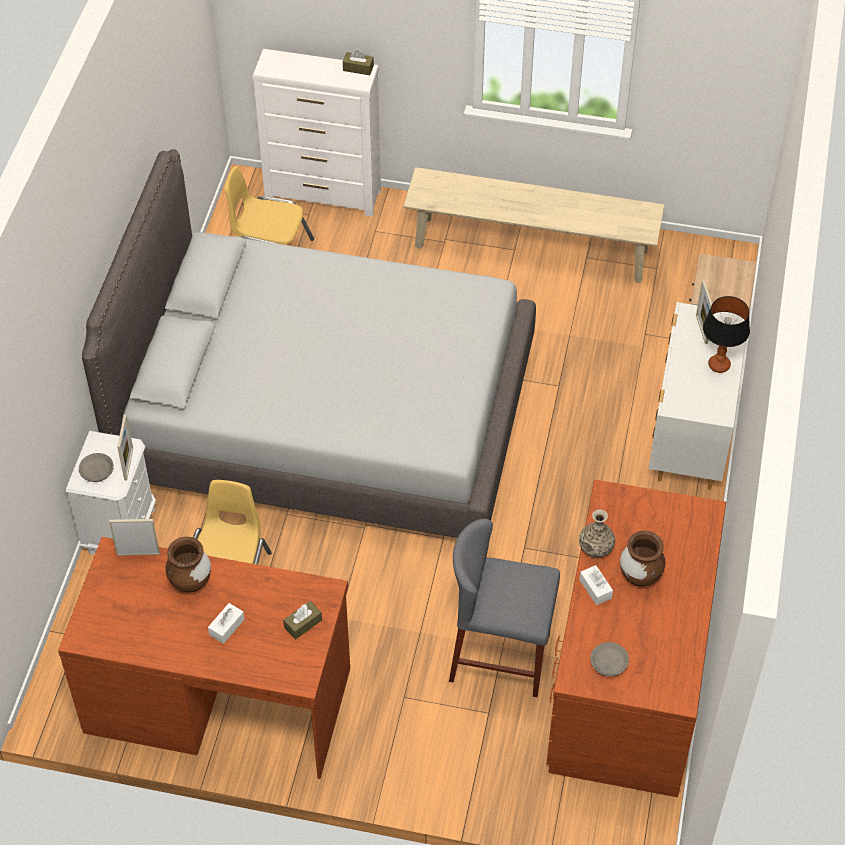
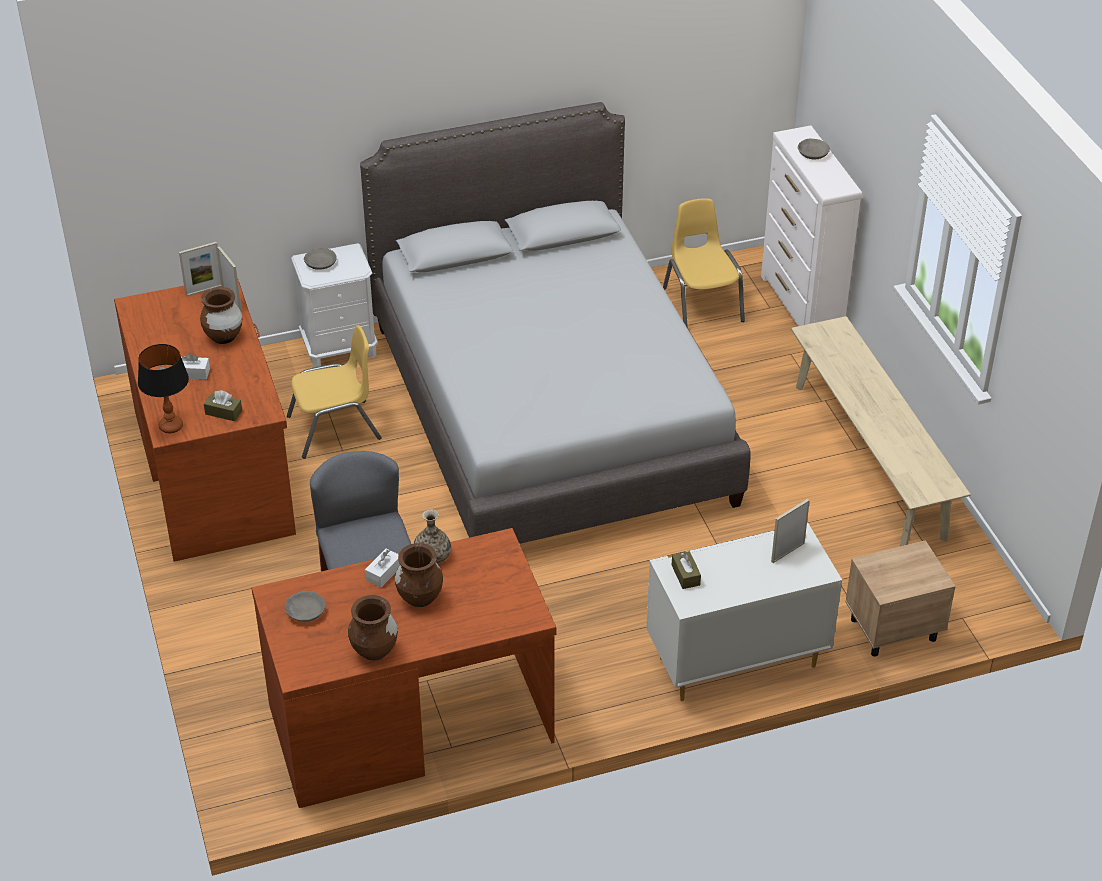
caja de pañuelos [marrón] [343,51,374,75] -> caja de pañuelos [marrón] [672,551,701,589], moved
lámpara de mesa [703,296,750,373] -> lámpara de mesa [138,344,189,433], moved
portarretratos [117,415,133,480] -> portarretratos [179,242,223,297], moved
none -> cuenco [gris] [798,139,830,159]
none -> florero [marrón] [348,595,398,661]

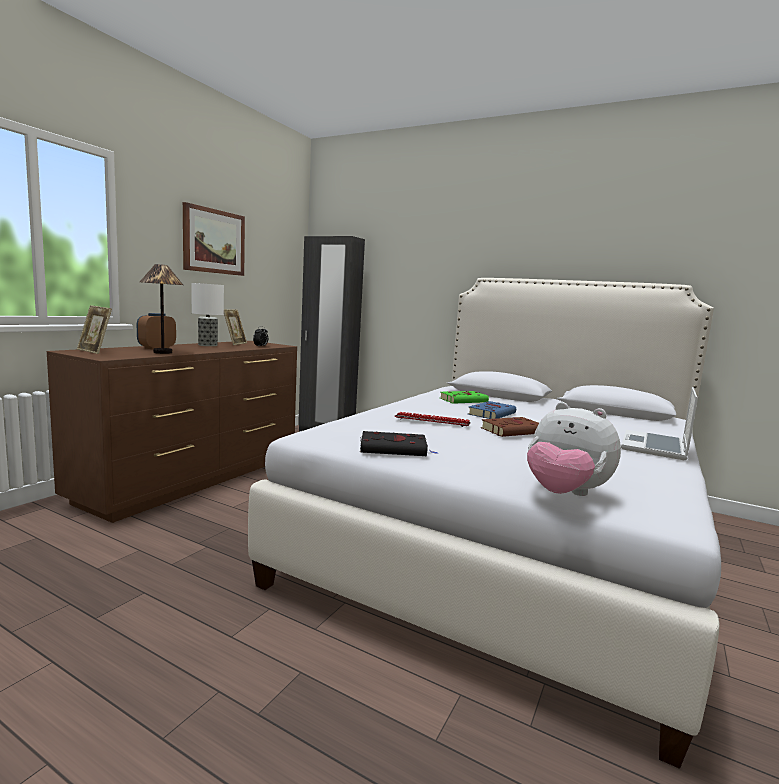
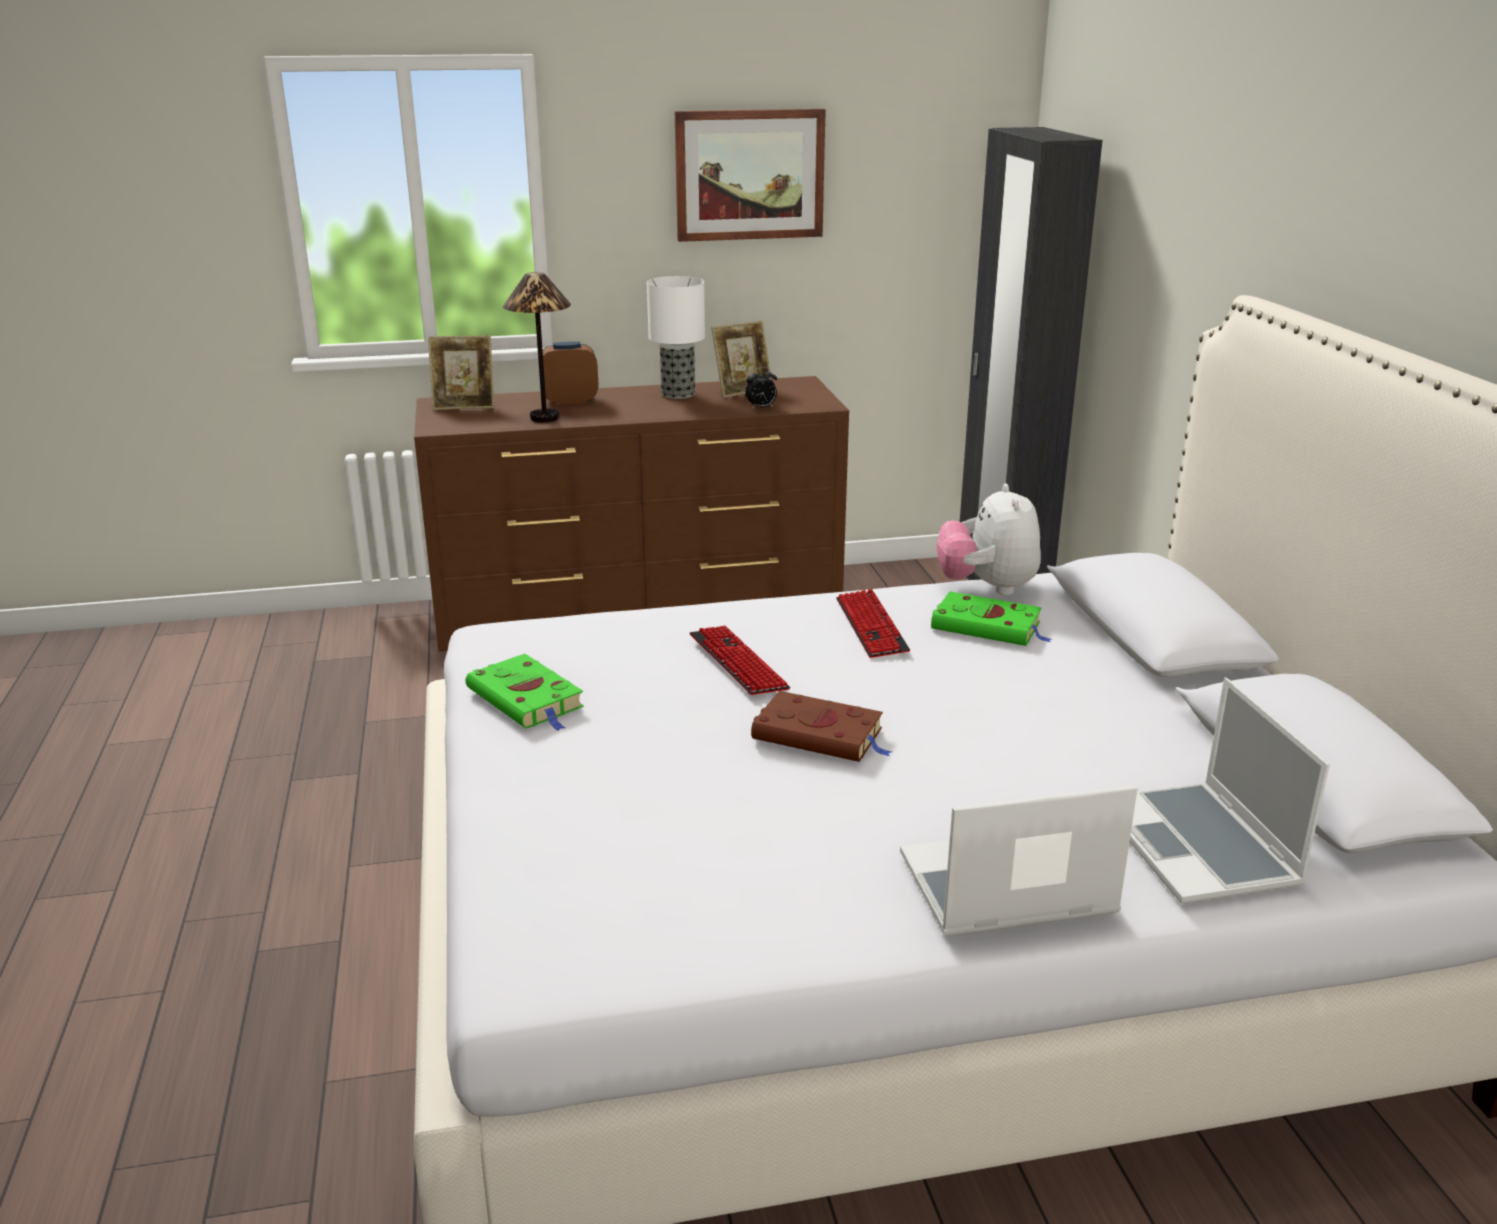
portarretratos [77,305,112,354] -> portarretratos [428,336,494,410], 90 degrees counterclockwise
libro [azul] [468,401,516,419] -> none
peluche [527,402,621,496] -> peluche [936,484,1041,595], moved
libro [negro] [360,431,439,456] -> libro [verde] [466,654,584,731]
none -> teclado [836,589,910,658]
none -> portátil [1130,677,1330,903]

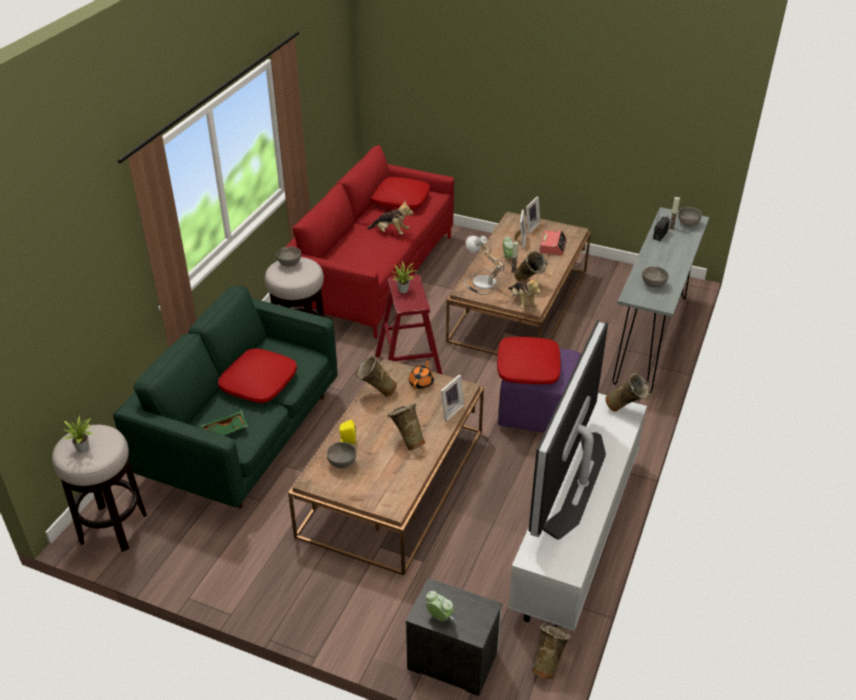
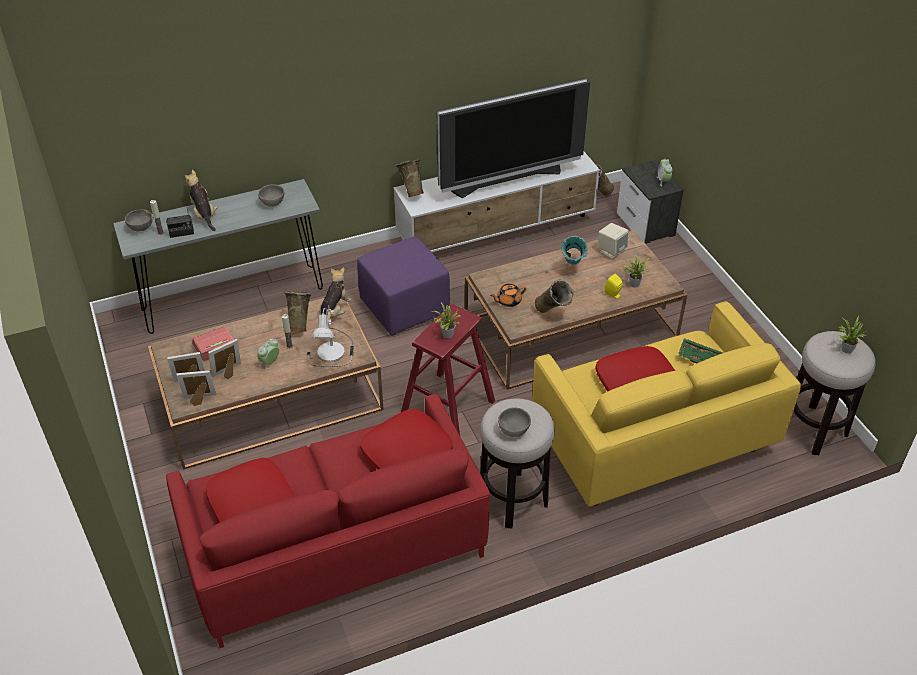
peluche [367,201,413,235] -> peluche [185,170,218,231], moved
sofá [verde] [113,286,338,508] -> sofá [amarillo] [532,301,801,507]
cojín [rojo] [497,337,561,384] -> cojín [rojo] [360,409,453,469], moved
portarretratos [441,375,465,421] -> portarretratos [176,370,216,406], moved
florero [beis] [387,403,425,450] -> florero [turquesa] [561,235,588,264]
cuenco [gris] [326,442,357,468] -> planta en maceta [622,253,650,288]
none -> altavoz [beis] [598,223,629,259]

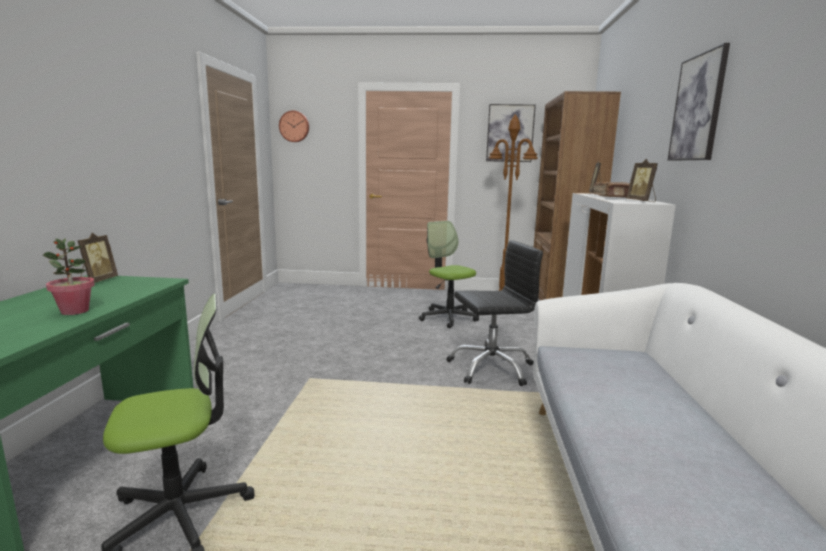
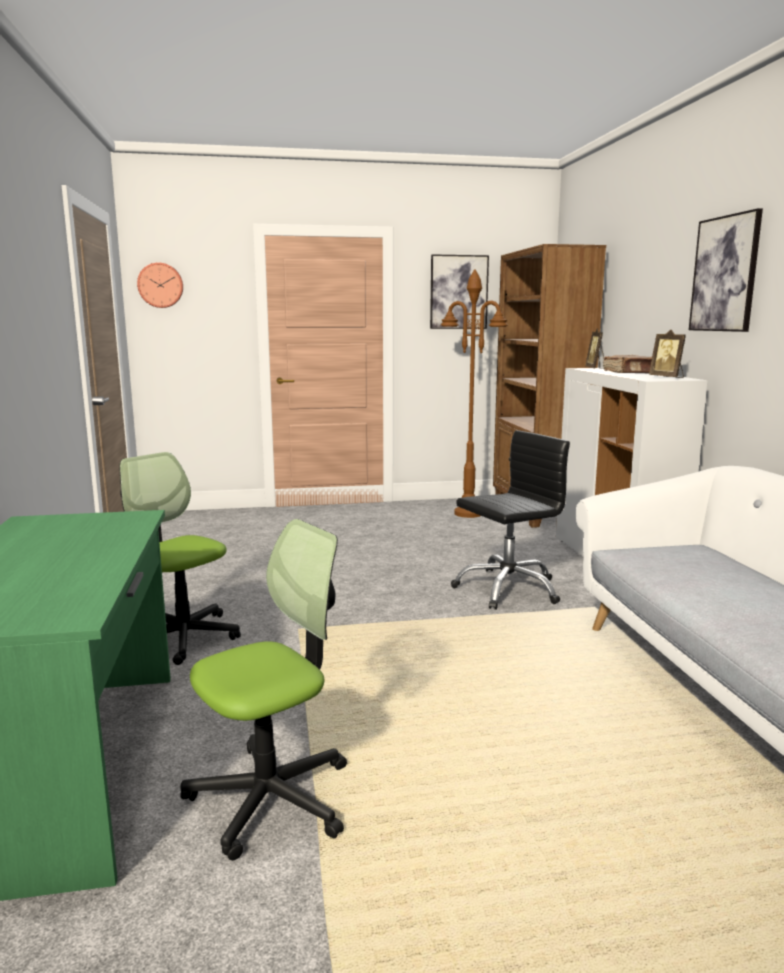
silla de oficina [419,221,479,328] -> silla de oficina [119,452,241,665], moved
portarretratos [77,233,118,283] -> none
planta en maceta [43,238,95,315] -> none

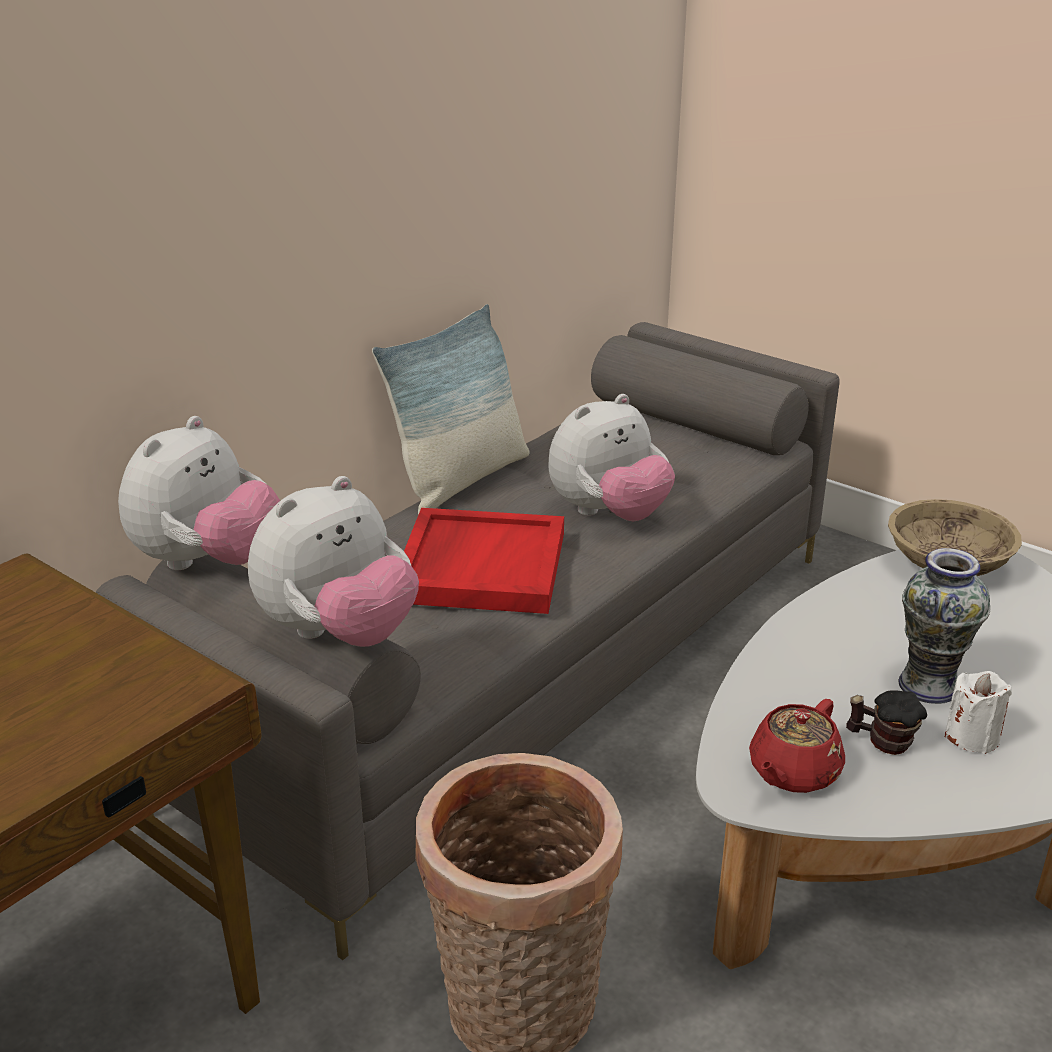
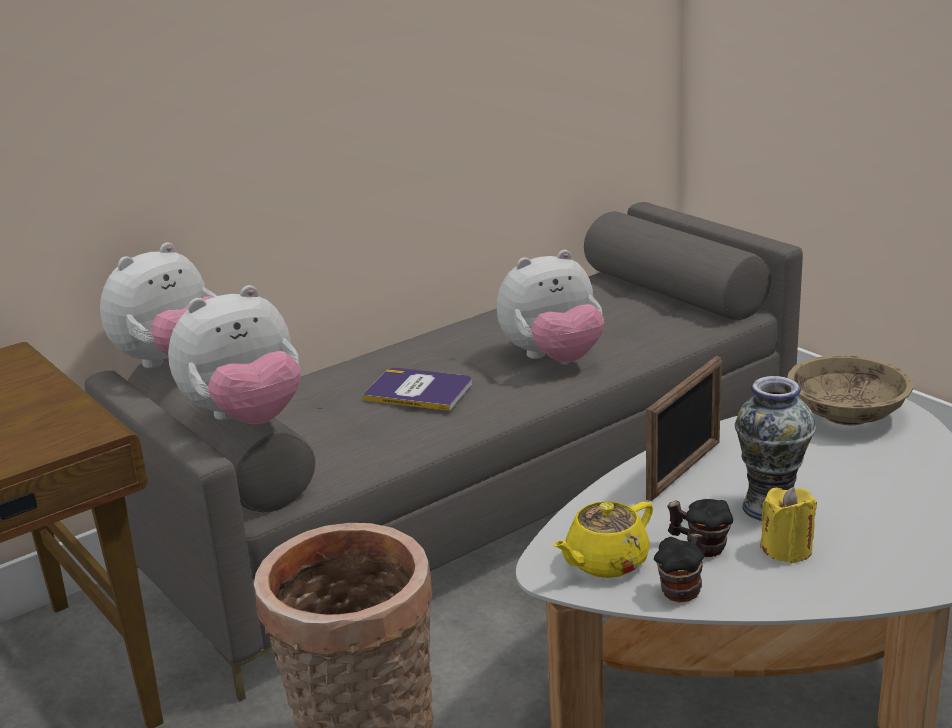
cojín [372,304,530,515] -> none
bandeja [rojo] [404,508,564,614] -> libro [362,368,472,411]
vela [blanco] [944,671,1012,754] -> vela [amarillo] [760,487,817,563]
tetera [rojo] [749,699,845,793] -> tetera [amarillo] [553,501,653,578]
none -> portarretratos [646,356,722,501]
none -> taza grande [654,533,704,602]

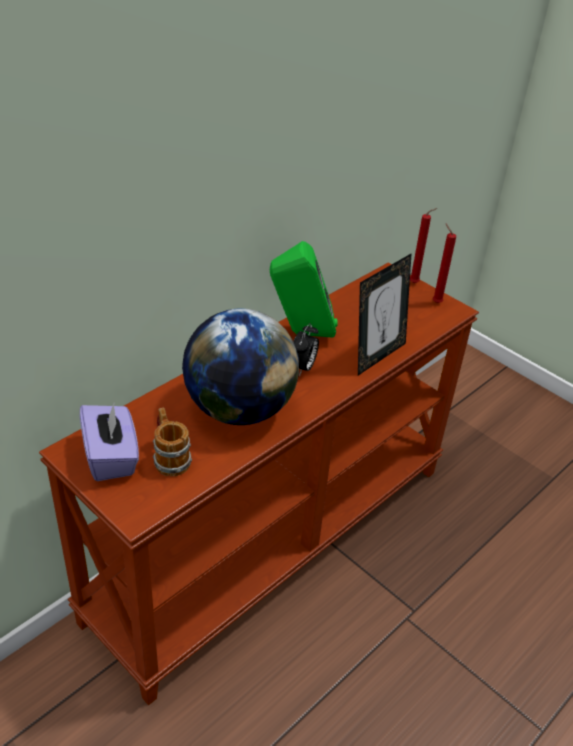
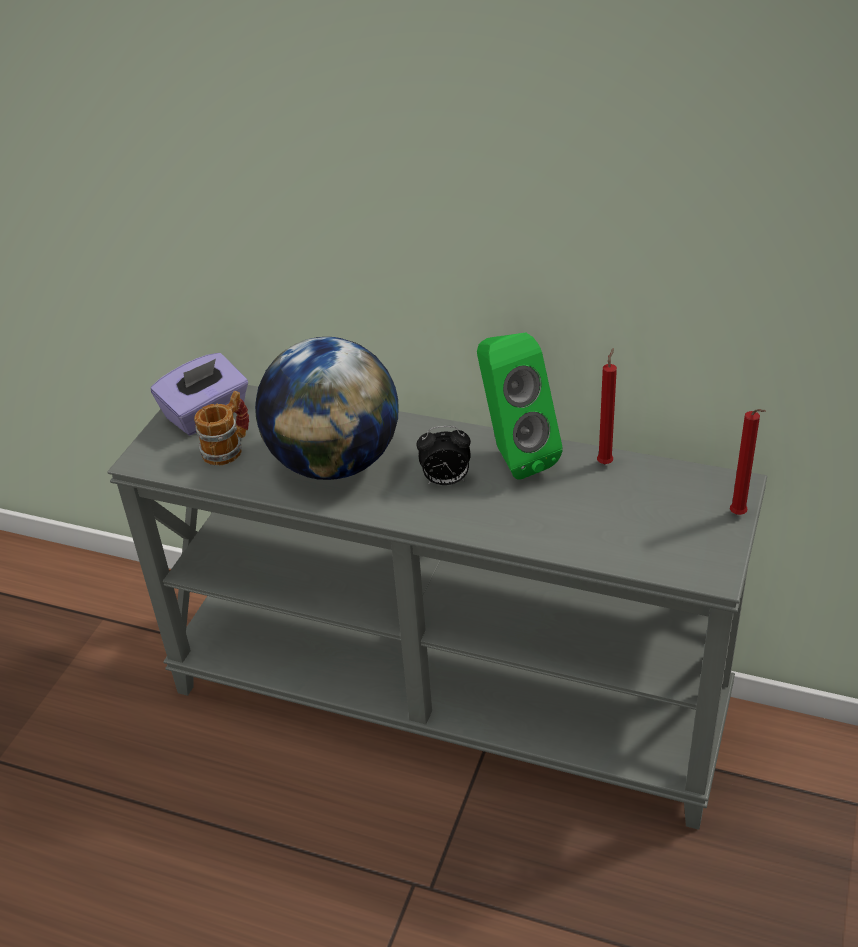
vela [rojo] [433,223,456,303] -> vela [rojo] [597,348,617,464], moved
portarretratos [358,253,412,375] -> none
mesa consola [marrón] [39,262,479,705] -> mesa consola [gris] [107,385,767,830]

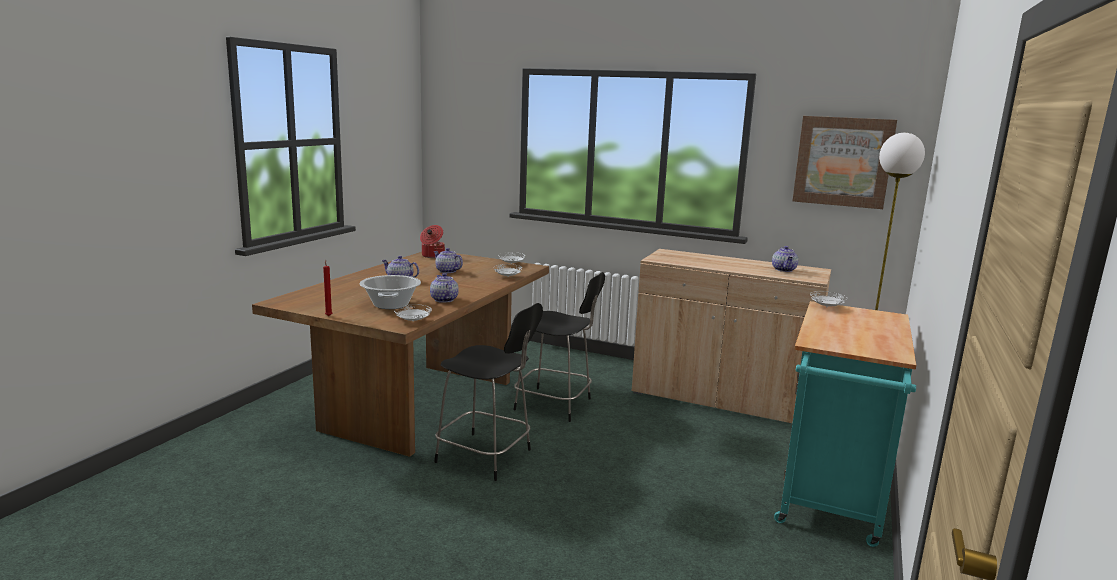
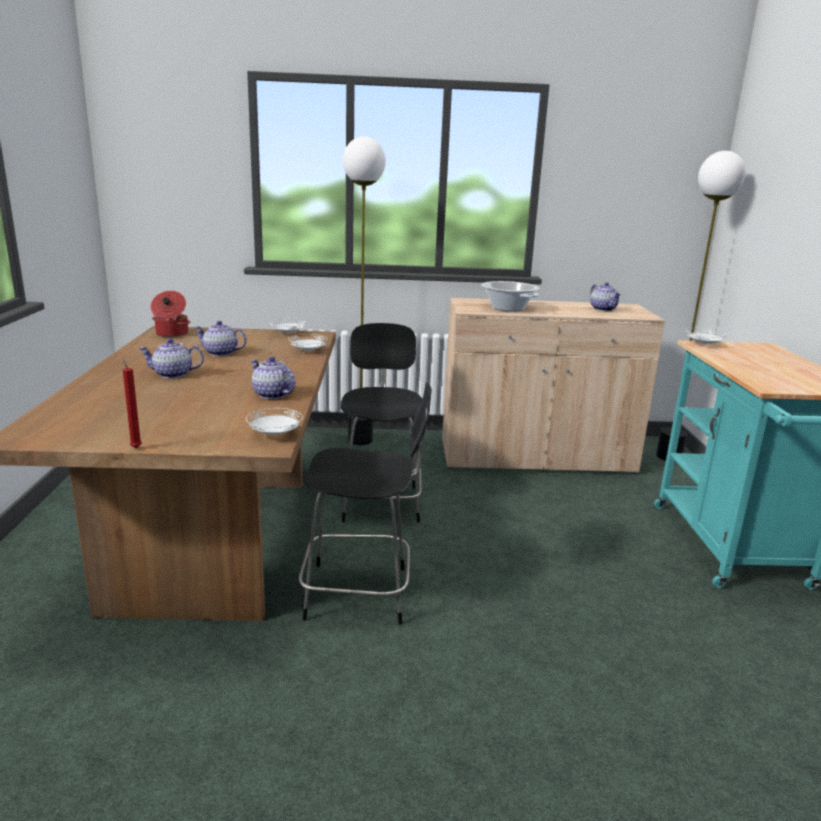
cuadro [792,116,897,209] -> none
silla [negro] [514,272,605,422] -> silla [negro] [341,323,422,523], 90 degrees counterclockwise
olla [360,275,421,309] -> olla [481,281,539,312], moved
none -> lámpara de pie [343,136,386,445]

